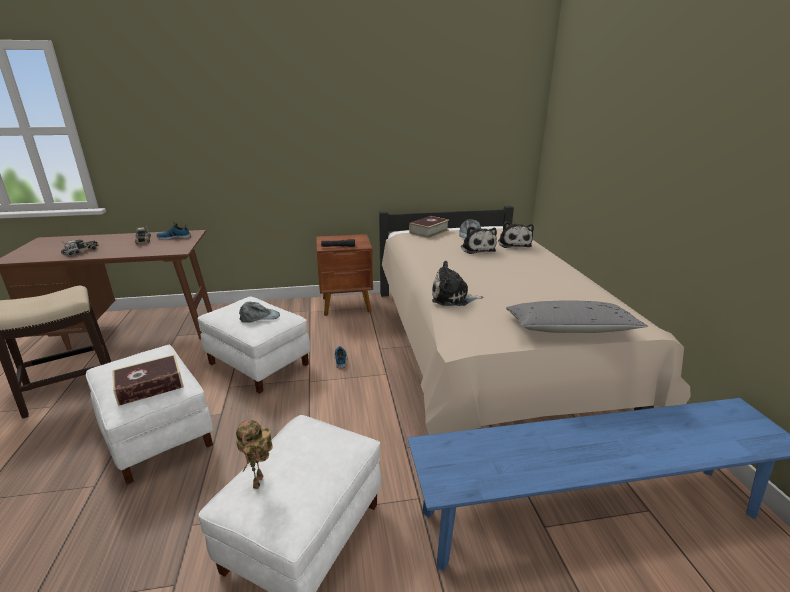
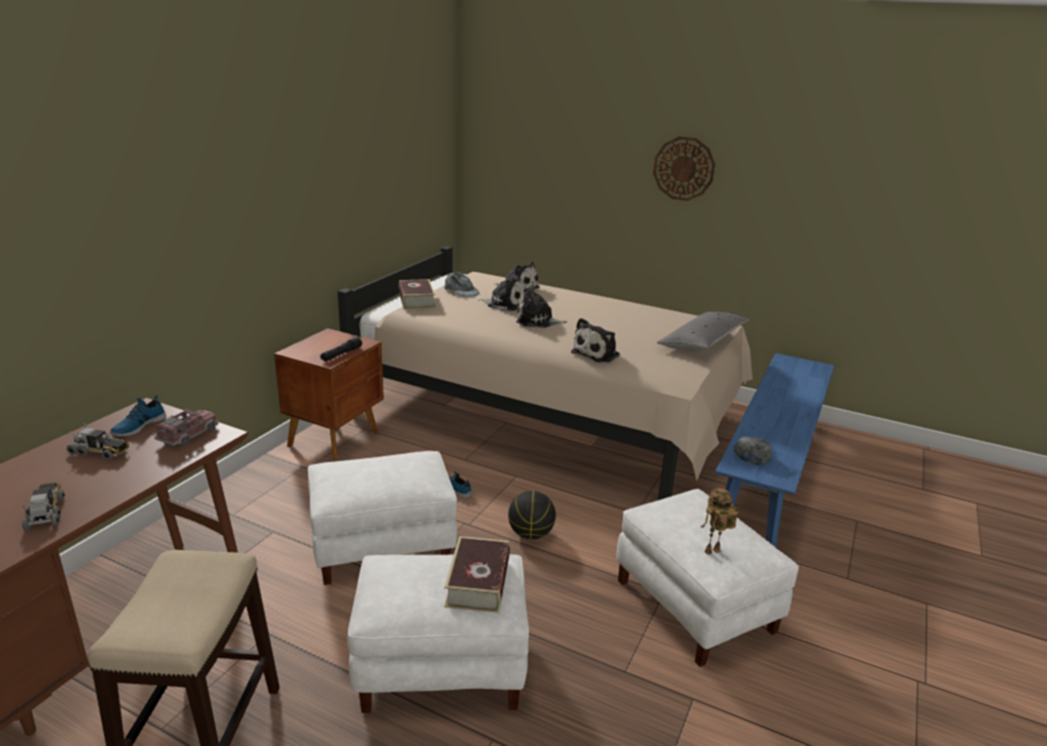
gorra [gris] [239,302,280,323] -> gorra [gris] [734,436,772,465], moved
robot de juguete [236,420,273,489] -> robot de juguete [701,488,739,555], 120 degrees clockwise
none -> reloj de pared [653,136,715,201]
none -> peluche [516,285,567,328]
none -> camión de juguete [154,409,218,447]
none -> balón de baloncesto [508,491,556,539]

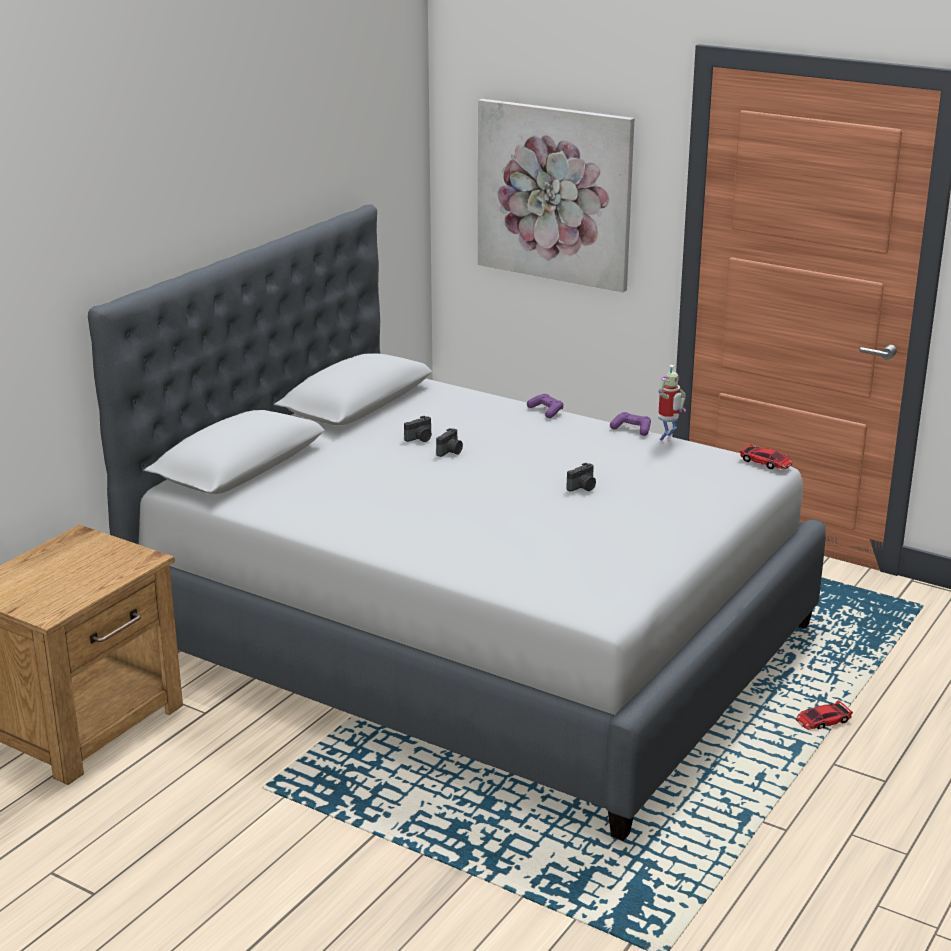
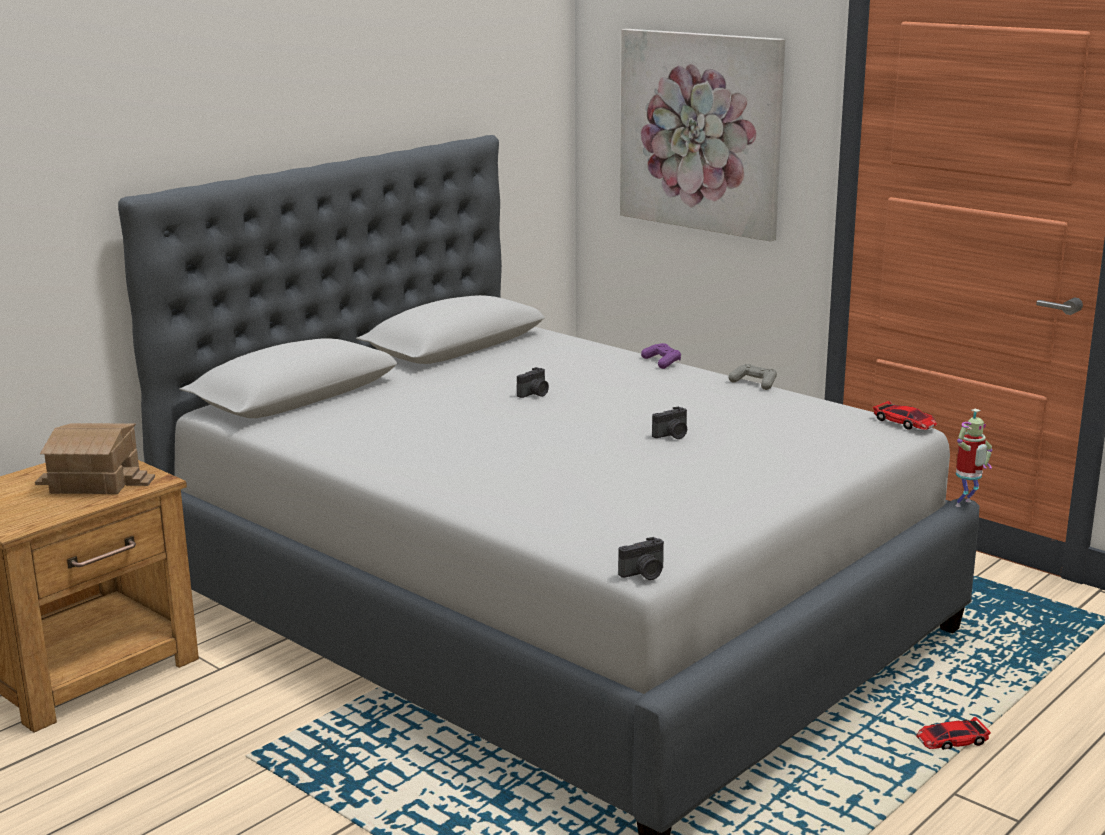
robot de juguete [658,365,686,444] -> robot de juguete [955,409,992,507], moved
mando de consola [morado] [610,412,651,436] -> mando de consola [gris] [729,364,777,390]
cámara [404,416,432,442] -> cámara [618,537,664,580], moved
none -> casita [35,423,155,494]

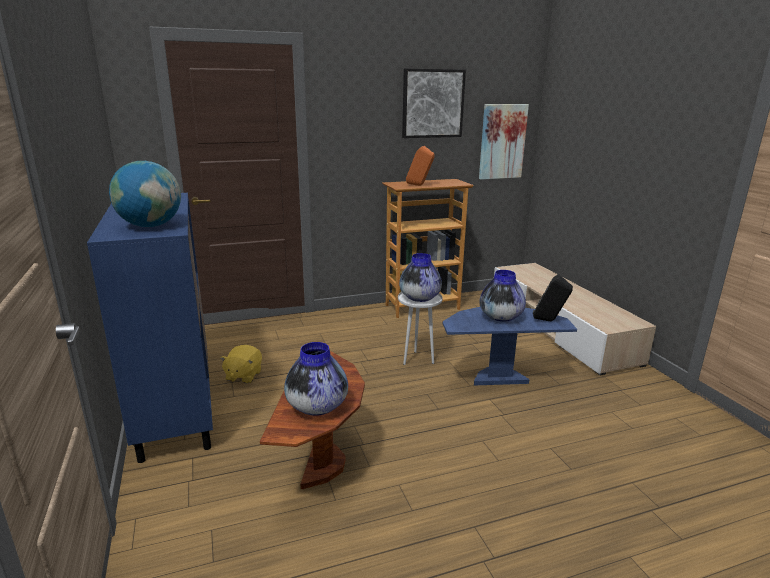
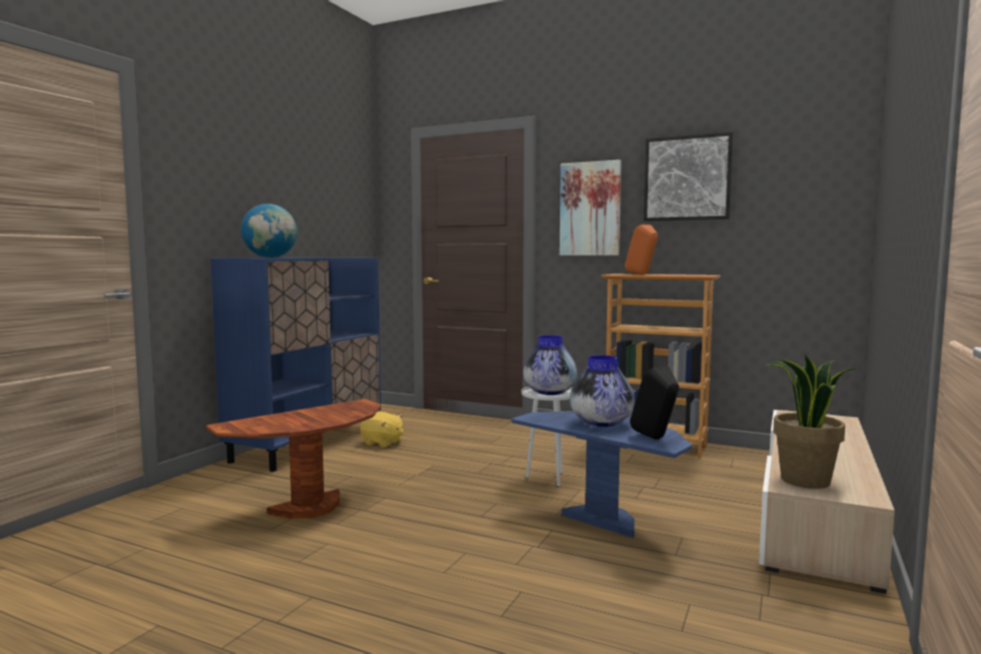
cuadro [479,104,529,179] -> cuadro [560,160,621,255], moved
florero [284,342,348,416] -> none
peluche [amarillo] [220,345,262,384] -> peluche [amarillo] [360,412,404,448], 120 degrees counterclockwise
none -> planta en maceta [766,354,856,489]

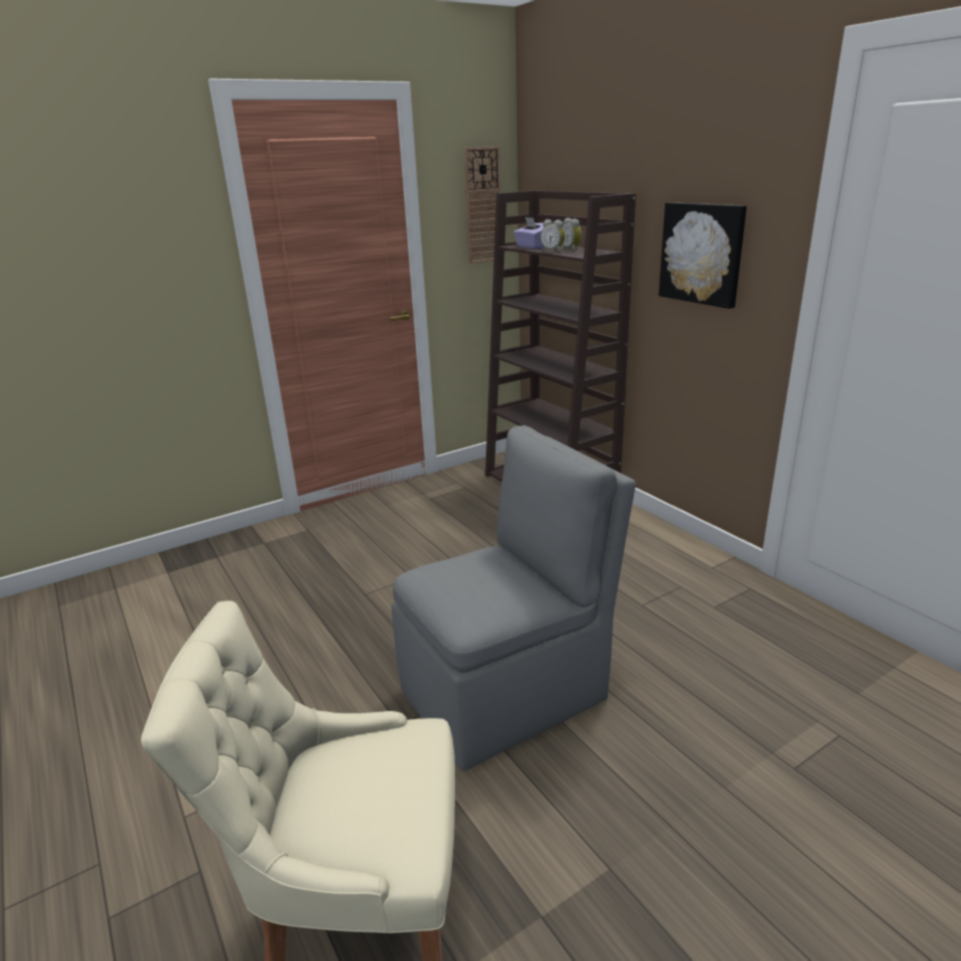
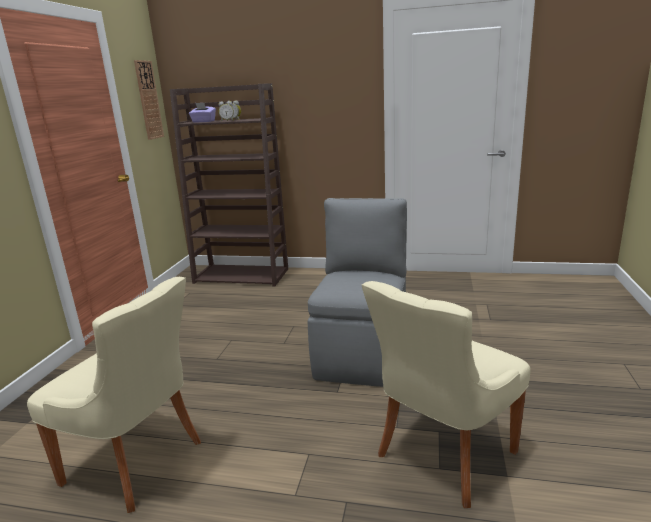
cuadro [659,202,747,309] -> none
none -> silla [beis] [27,277,201,513]

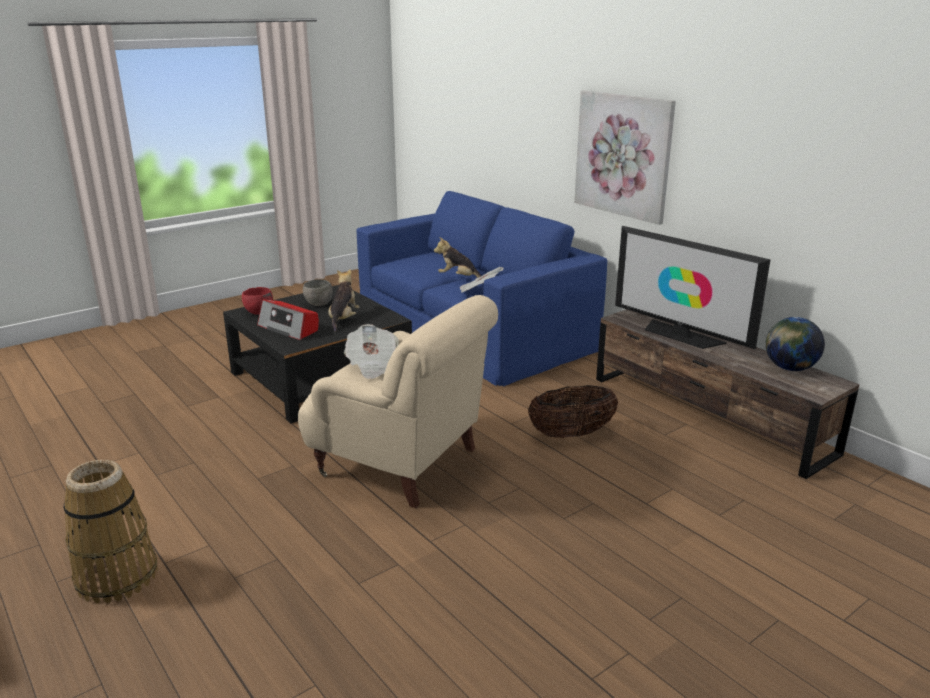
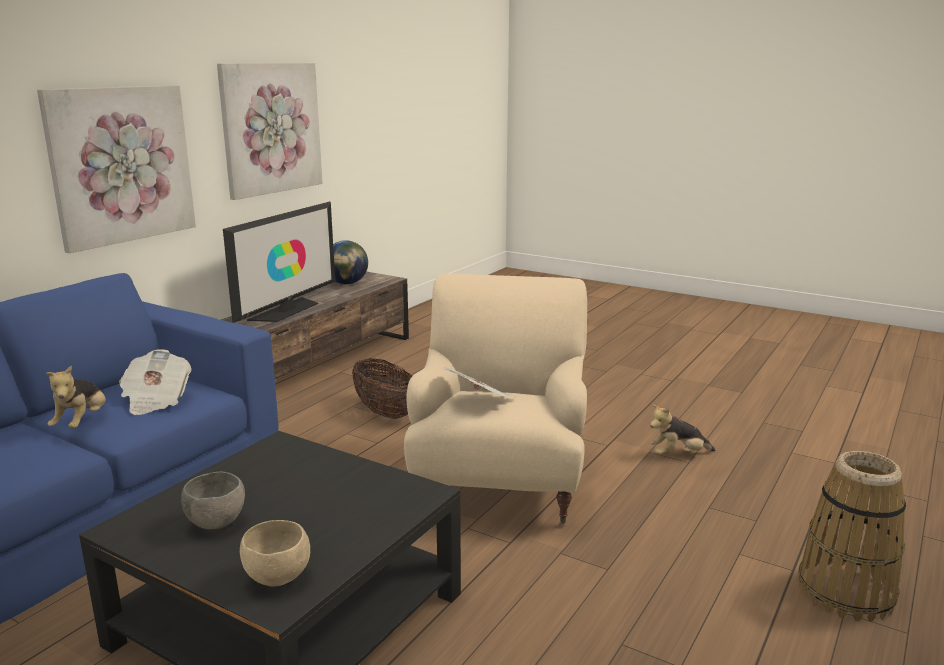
peluche [328,270,359,332] -> peluche [650,405,715,454], moved
cuenco [rojo] [242,287,273,315] -> cuenco [beis] [240,520,310,586]
radio [257,299,319,340] -> none
none -> cuadro [217,63,323,200]

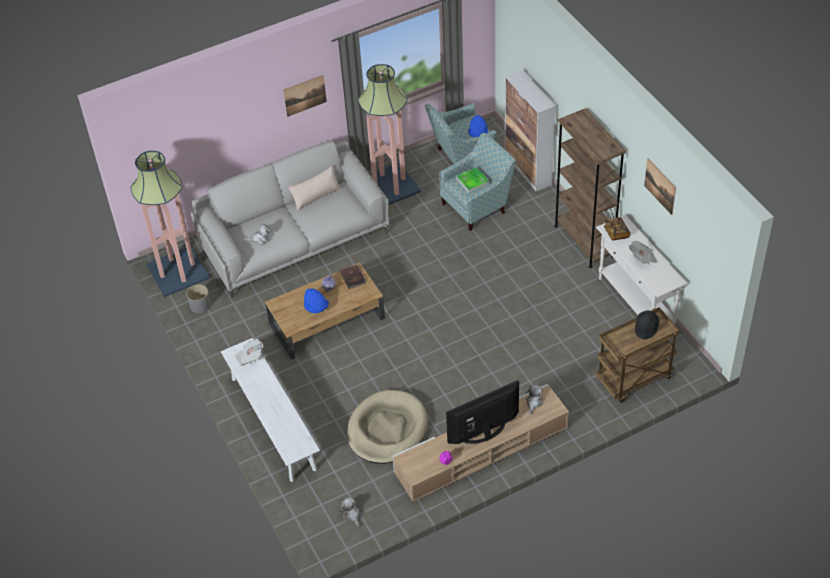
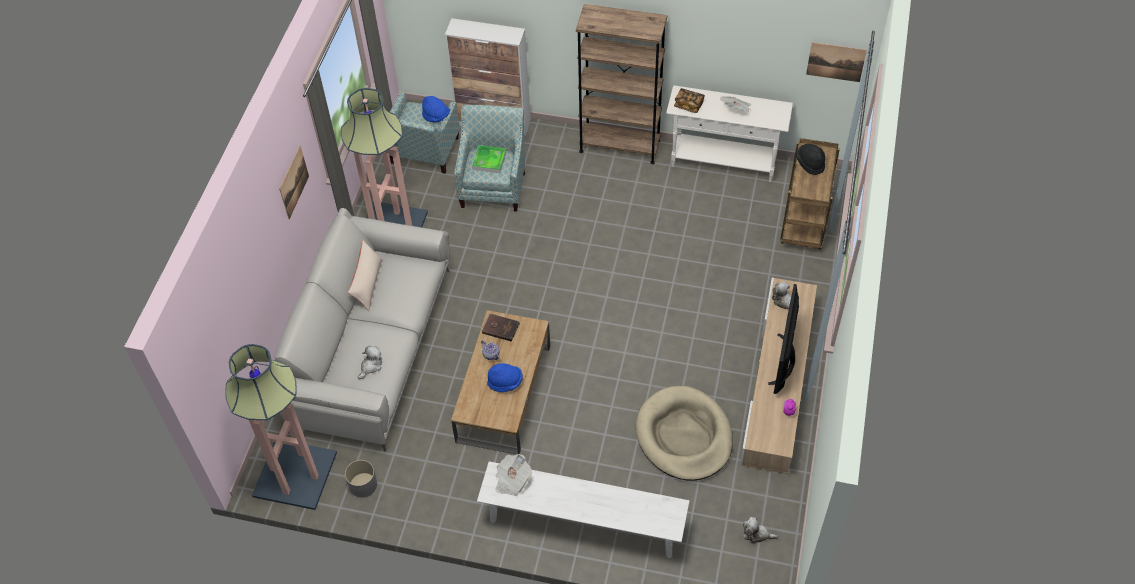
cuadro [644,158,676,215] -> cuadro [806,42,867,82], moved

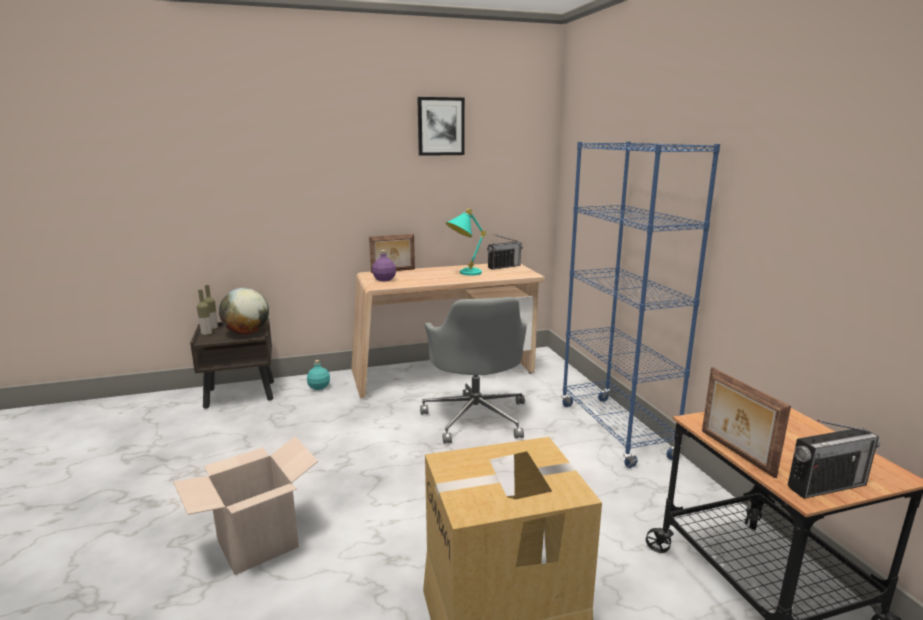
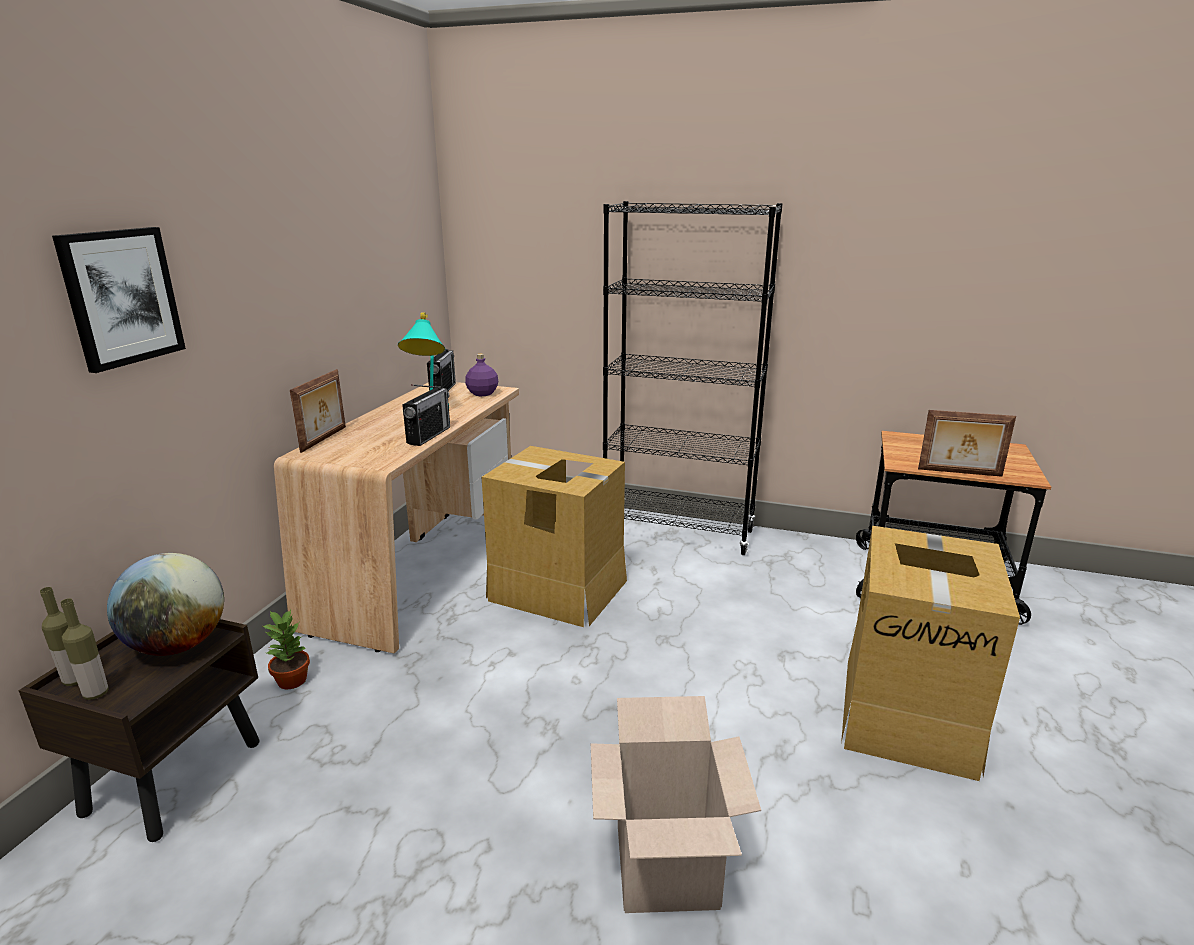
cuadro [417,97,465,156] -> cuadro [52,227,186,373], moved
estantería [azul] [561,142,720,468] -> estantería [negro] [603,201,782,555]
botella [morado] [372,250,396,281] -> botella [morado] [465,354,498,396], moved
silla de oficina [gris] [420,297,527,444] -> caja de cartón [482,446,627,627]
botella [turquesa] [307,360,330,390] -> planta en maceta [263,610,310,689]
radio [788,420,880,499] -> radio [402,384,450,446], moved

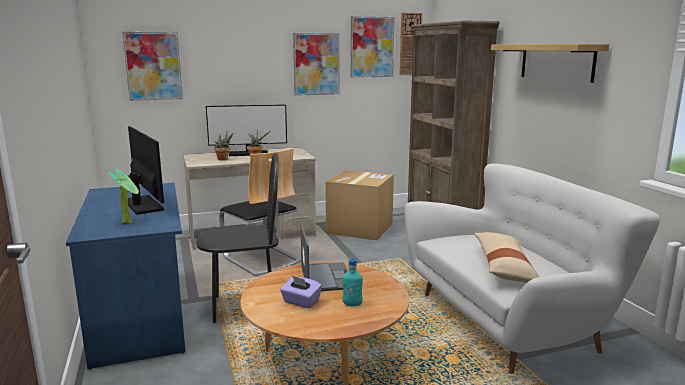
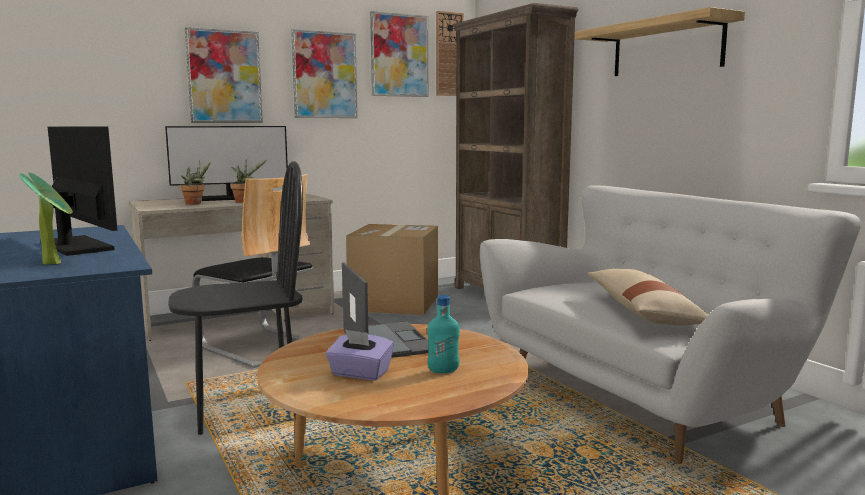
cuadro [122,32,183,101] -> cuadro [185,27,263,123], moved

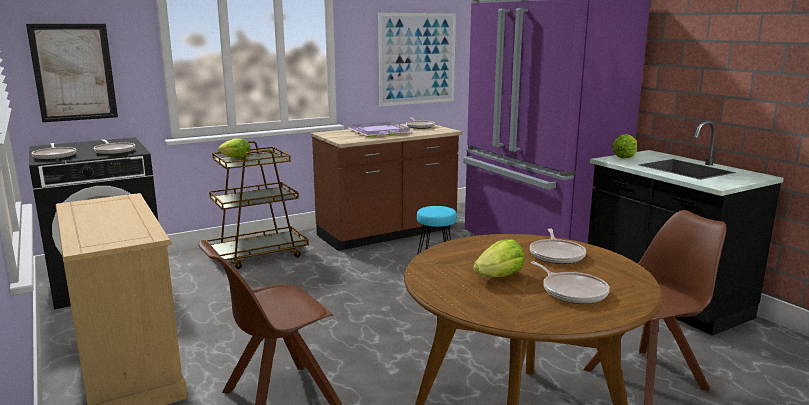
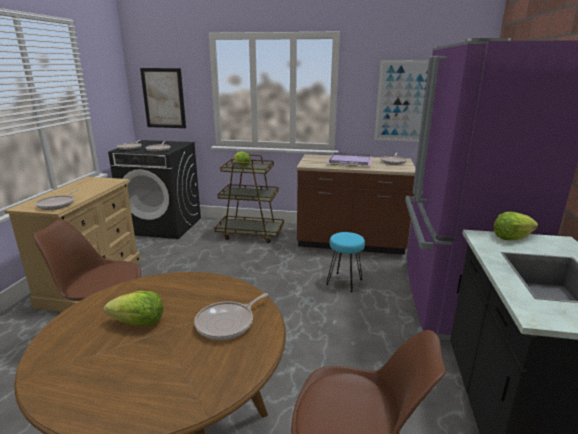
sartén [531,261,610,304] -> sartén [35,189,78,210], moved

